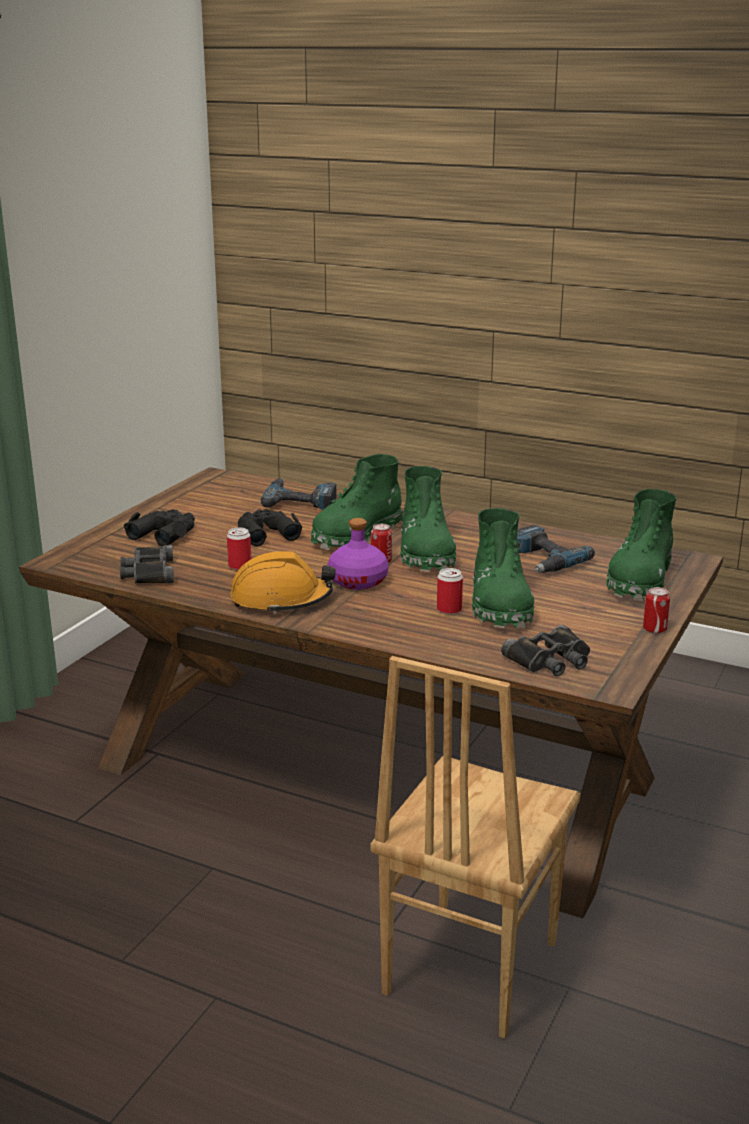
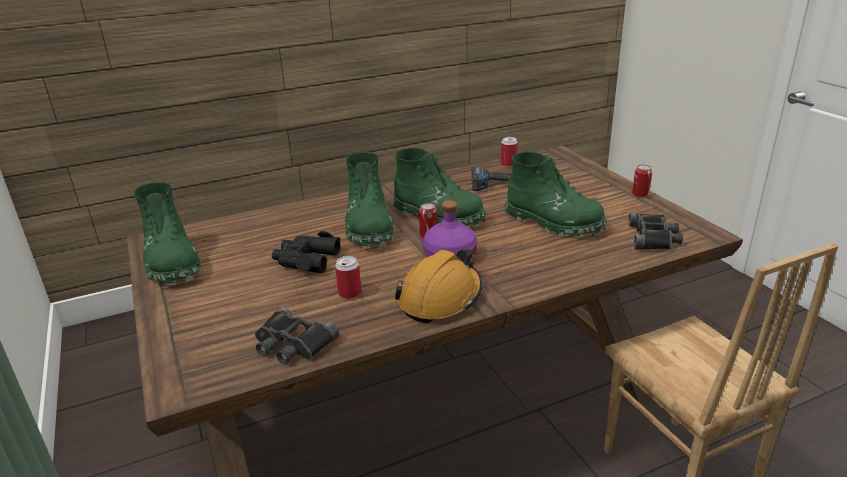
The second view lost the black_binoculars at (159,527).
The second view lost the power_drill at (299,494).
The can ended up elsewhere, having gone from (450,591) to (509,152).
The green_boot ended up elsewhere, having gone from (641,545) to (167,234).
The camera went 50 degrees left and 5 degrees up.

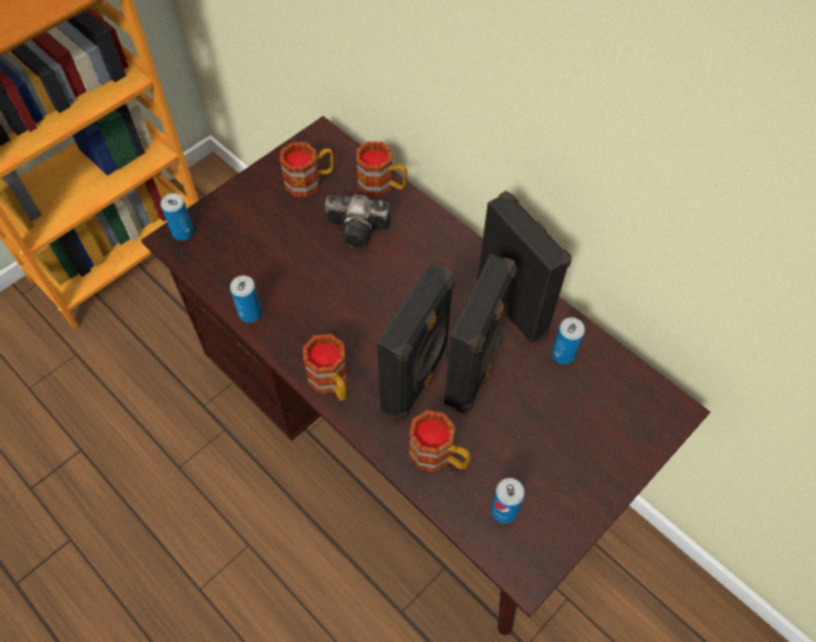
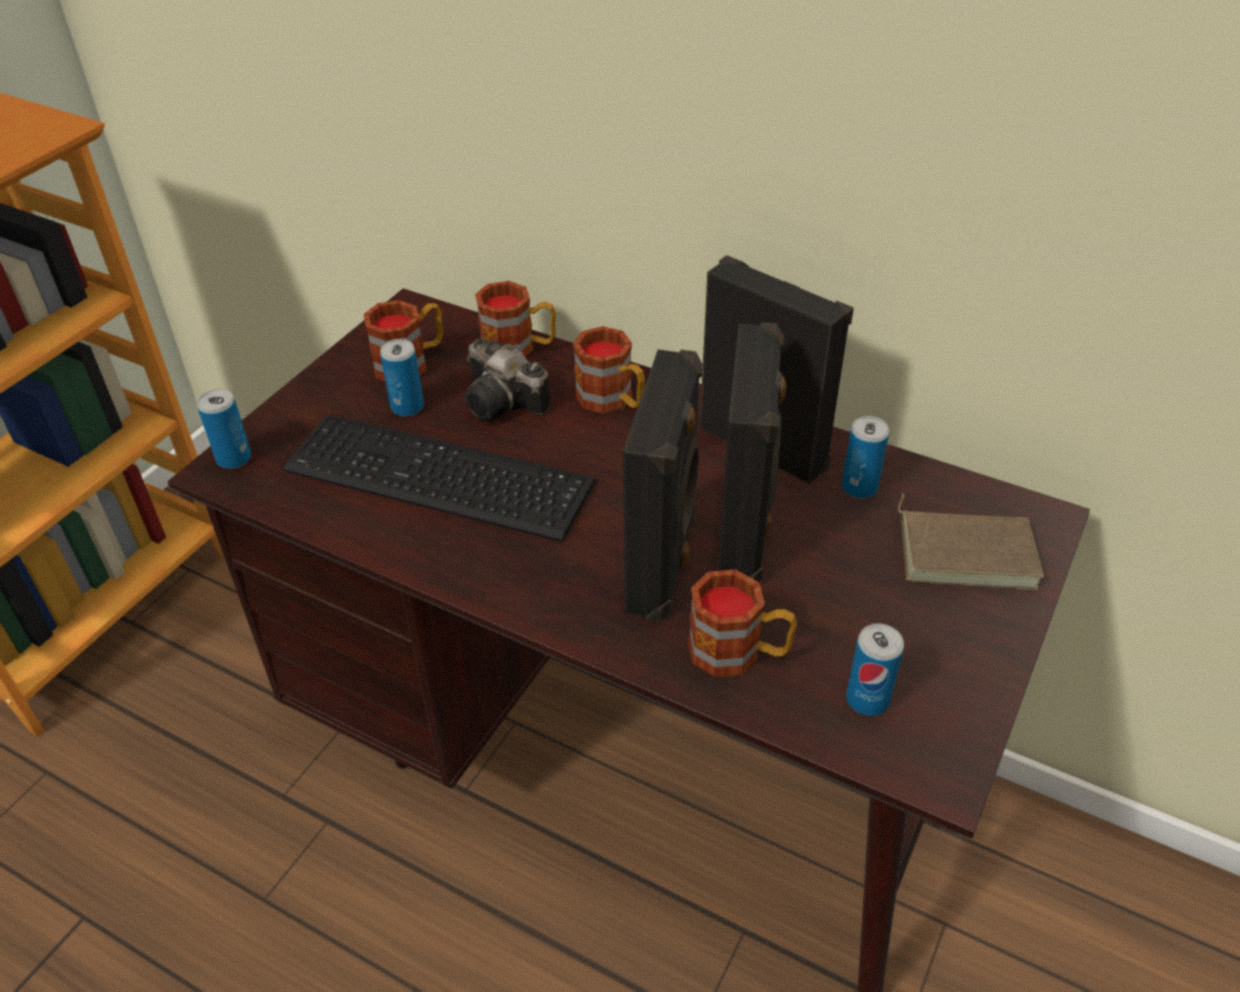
The second view gained the keyboard at (440,478).
The second view gained the brown_book at (971,541).
The can ended up elsewhere, having gone from (246,299) to (402,378).
The mug ended up elsewhere, having gone from (325,367) to (609,369).
The photo_camera at (357,221) ended up facing another way, 45 degrees clockwise from before.
The camera went 15 degrees left and 15 degrees down.

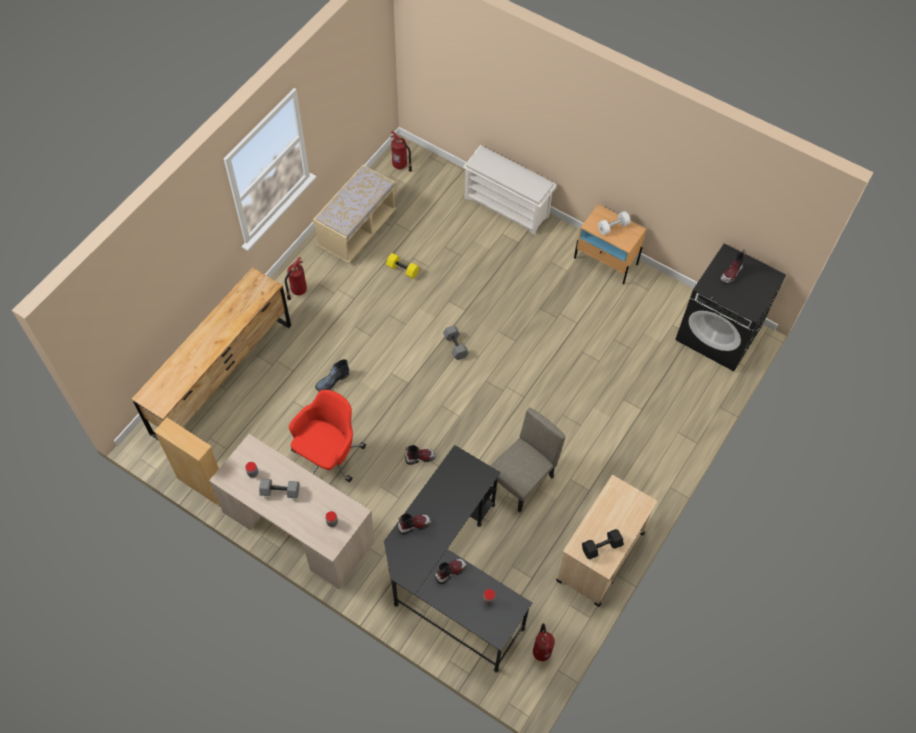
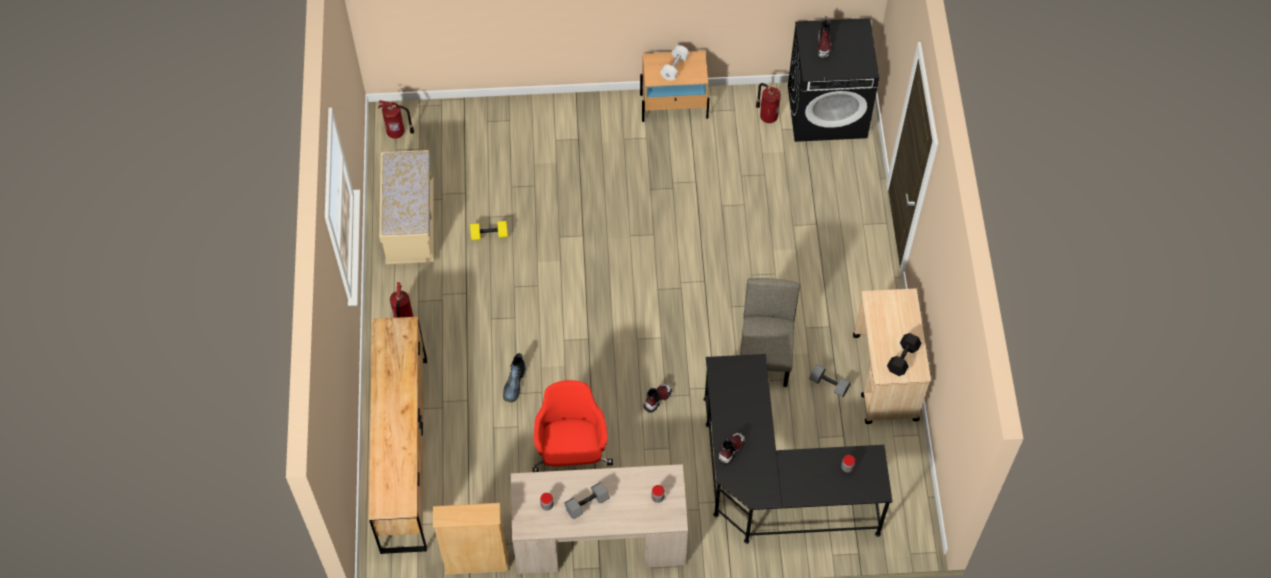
The second view lost the boot at (451,571).
The second view lost the white_shoe_rack at (510,190).
The grey_dumbbell ended up elsewhere, having gone from (456,342) to (830,380).
The fire_extinguisher ended up elsewhere, having gone from (544,642) to (768,103).
The camera went 35 degrees left and 0 degrees up.

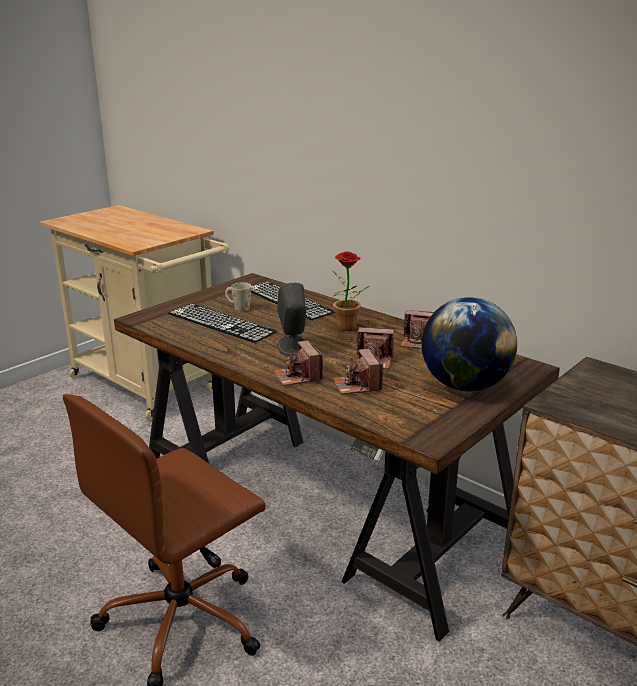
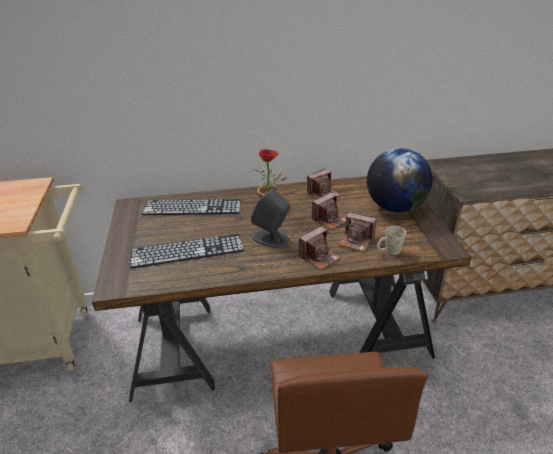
The white_mug ended up elsewhere, having gone from (238,296) to (391,240).
The photo_camera at (298,363) ended up facing another way, 60 degrees counterclockwise from before.
The camera went 50 degrees left and 10 degrees up.

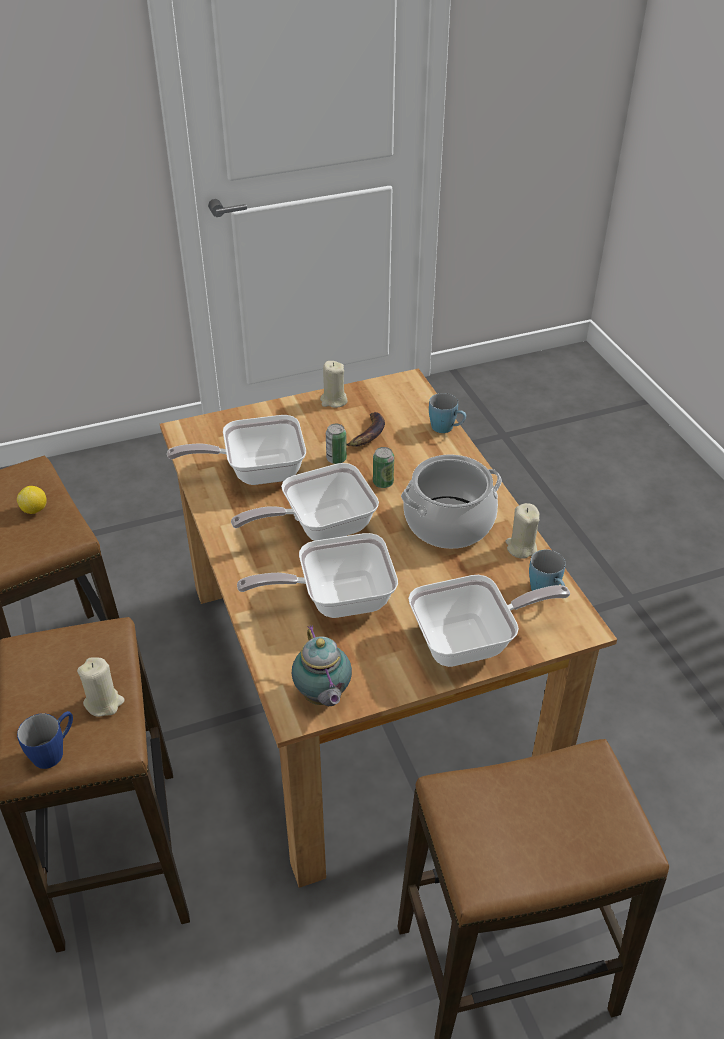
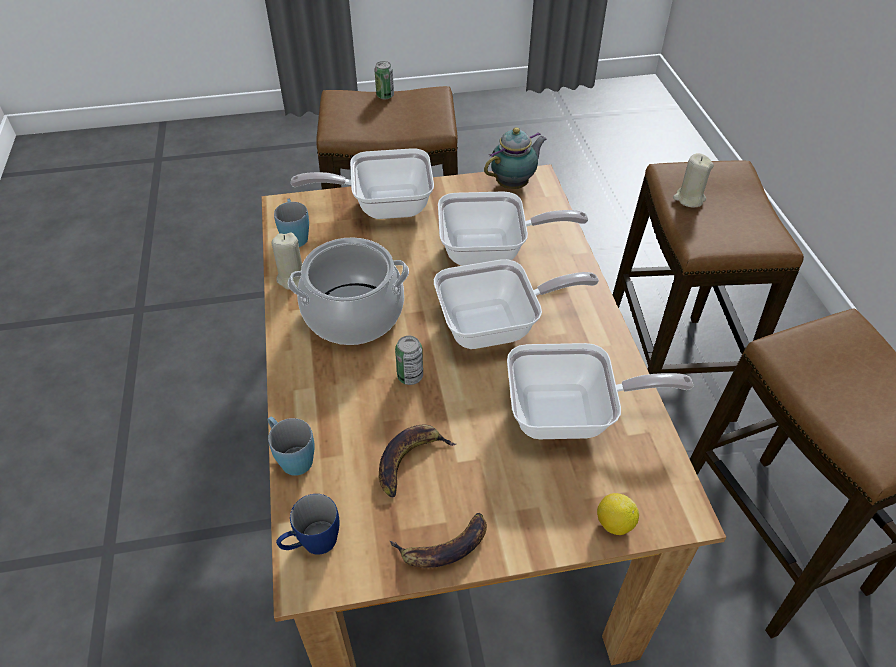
The lemon ended up elsewhere, having gone from (32,500) to (618,514).
The blue_mug ended up elsewhere, having gone from (45,740) to (308,524).
The can ended up elsewhere, having gone from (336,444) to (384,80).
Where the beige_candle stood at (334,384), the banana came to stand at (438,540).
The teapot at (322,665) ended up facing another way, 60 degrees clockwise from before.
The camera went 170 degrees left and 5 degrees up.

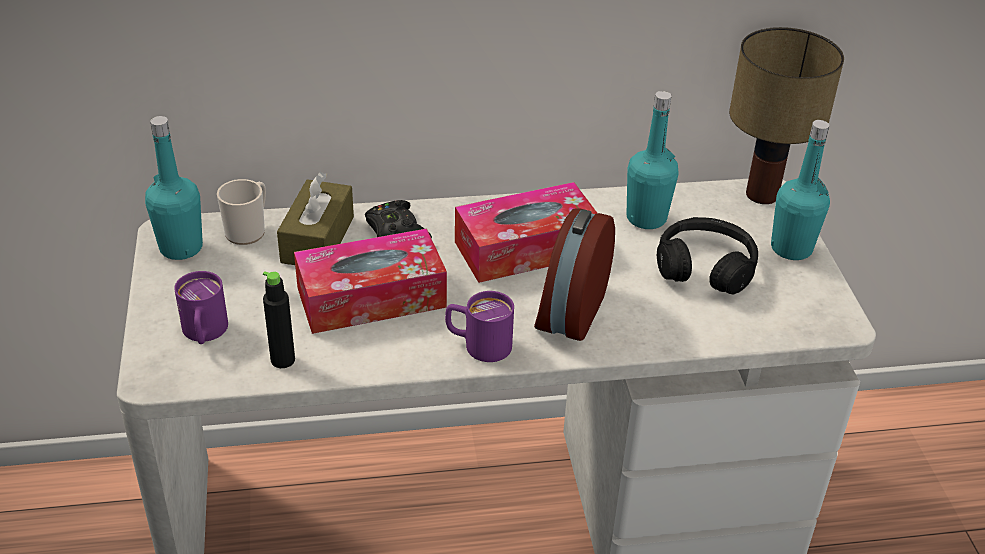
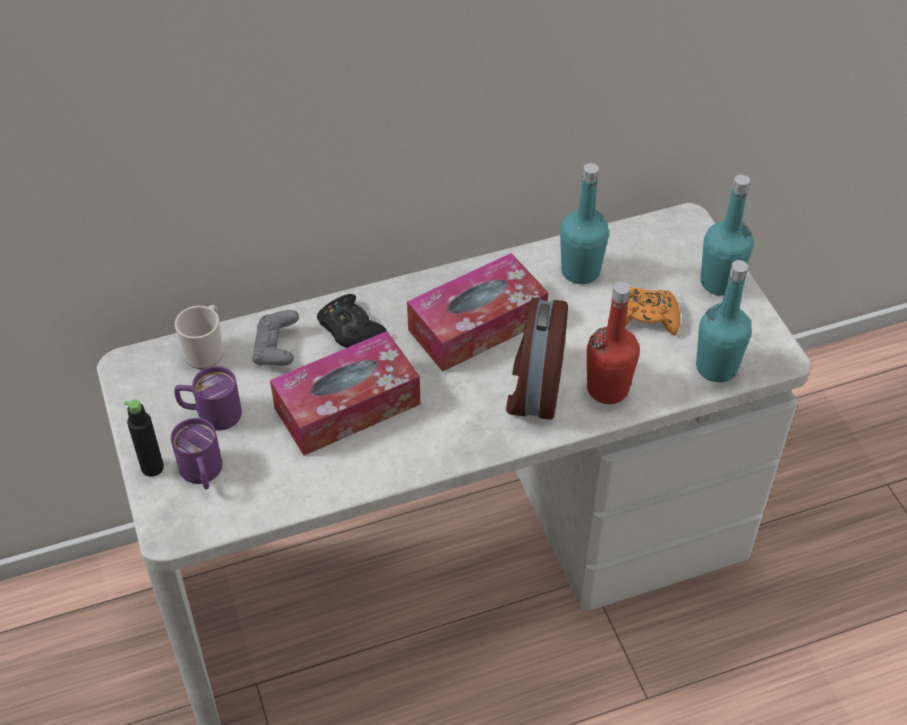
The second view lost the table_lamp at (786,115).
The second view gained the red_bottle at (613,343).
The turquoise_bottle ended up elsewhere, having gone from (174,188) to (724,321).
The black_bottle ended up elsewhere, having gone from (279,319) to (144,438).
The purple_mug ended up elsewhere, having gone from (479,326) to (208,398).
Where the brown_tissue_box stood at (315,218), the grey_game_controller came to stand at (275,337).
Where the black_headphones stood at (707,255), the orange_game_controller came to stand at (653,311).
The camera went 10 degrees left and 10 degrees up.

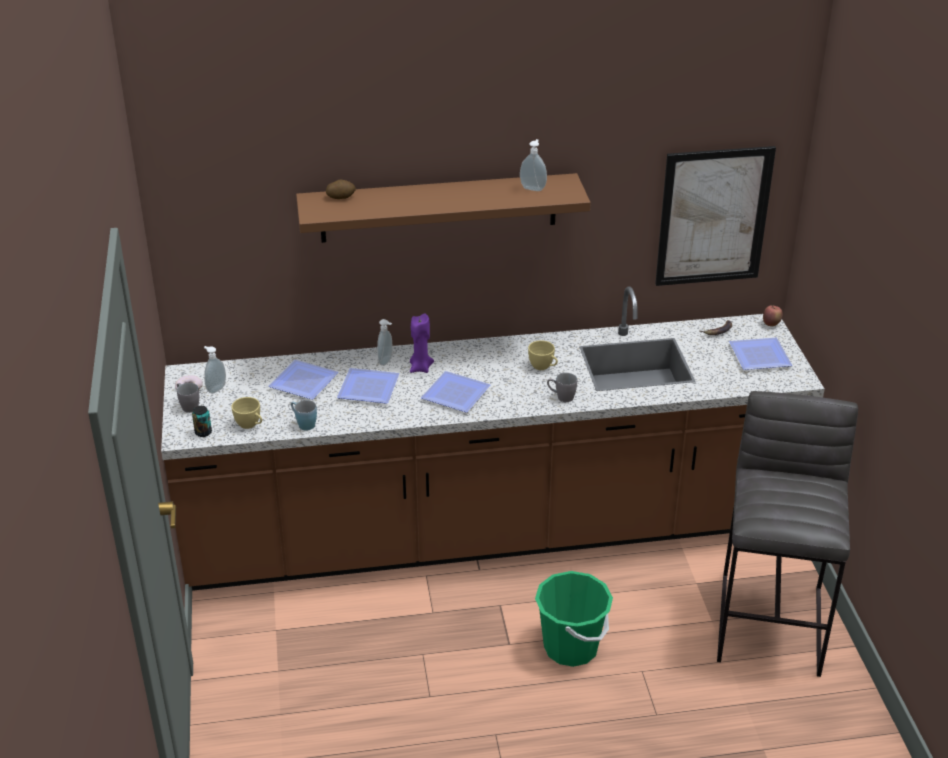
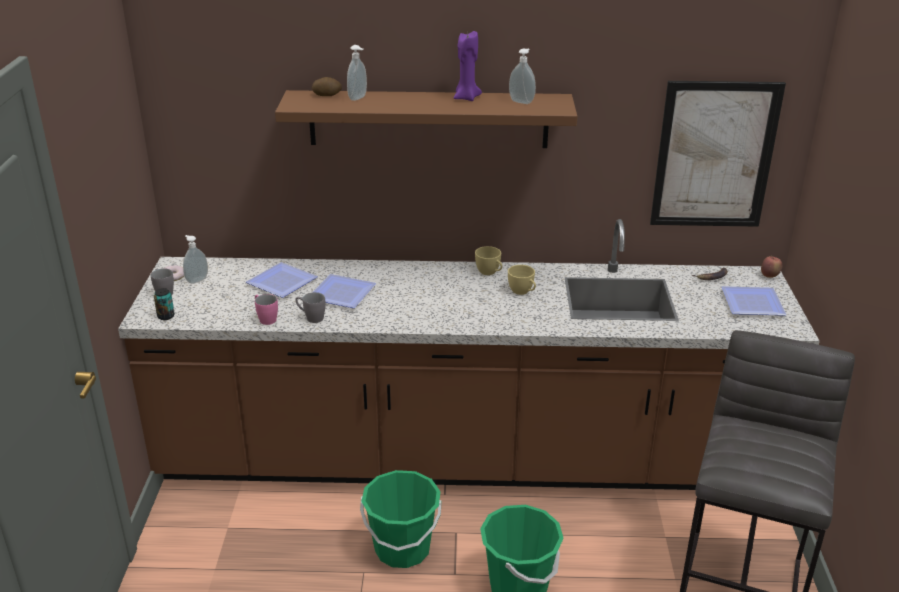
The second view lost the plate at (455,391).
The second view gained the green_bucket at (401,519).
The yellow_cup ended up elsewhere, having gone from (246,413) to (488,260).
The soap_dispenser ended up elsewhere, having gone from (384,342) to (357,73).
The purple_candle ended up elsewhere, having gone from (422,343) to (468,66).
The grey_mug ended up elsewhere, having gone from (562,387) to (310,307).
What was the blue_mug at (304,415) turned into the pink_mug at (266,309).
The camera went 10 degrees right and 5 degrees down.

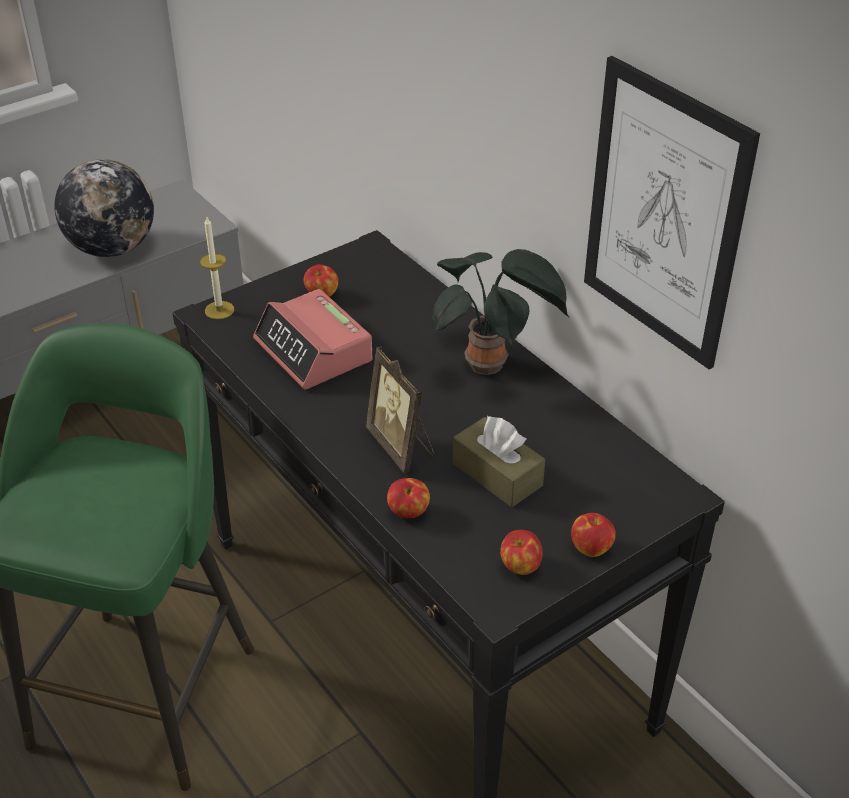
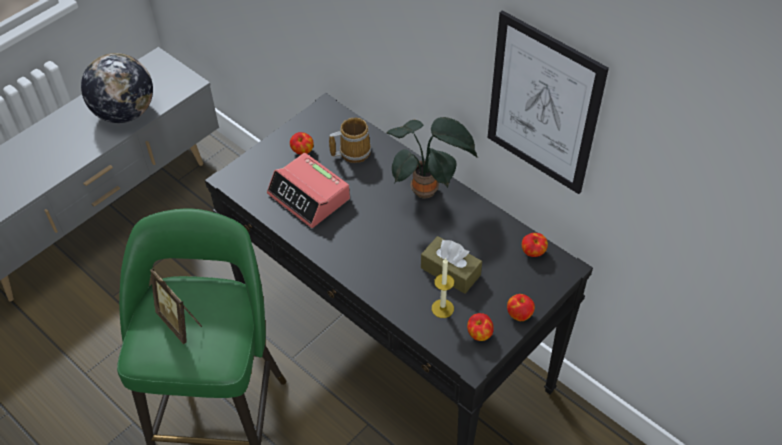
The second view gained the mug at (350,140).
The candle ended up elsewhere, having gone from (217,268) to (443,288).
The picture_frame ended up elsewhere, having gone from (400,410) to (176,306).
The apple ended up elsewhere, having gone from (408,498) to (535,245).
The camera went 10 degrees left and 10 degrees up.

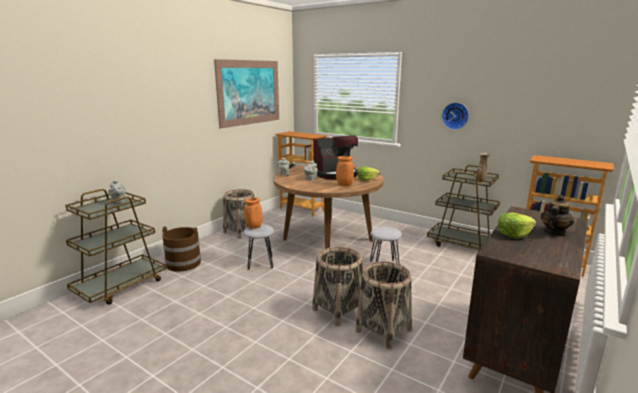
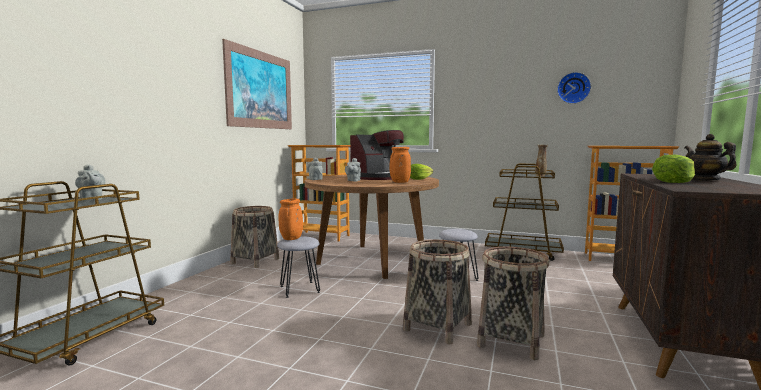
The second view lost the brown_bucket at (181,249).
The wall_clock ended up elsewhere, having gone from (455,116) to (574,88).
The teapot at (557,215) ended up facing another way, 45 degrees counterclockwise from before.
The camera went 15 degrees left and 10 degrees down.

